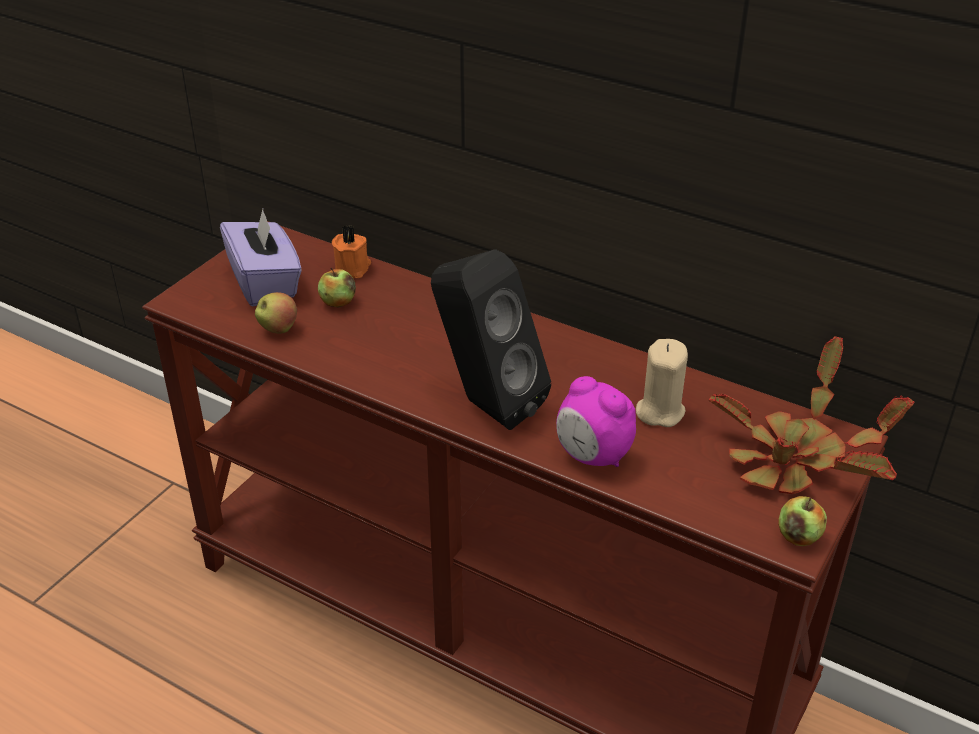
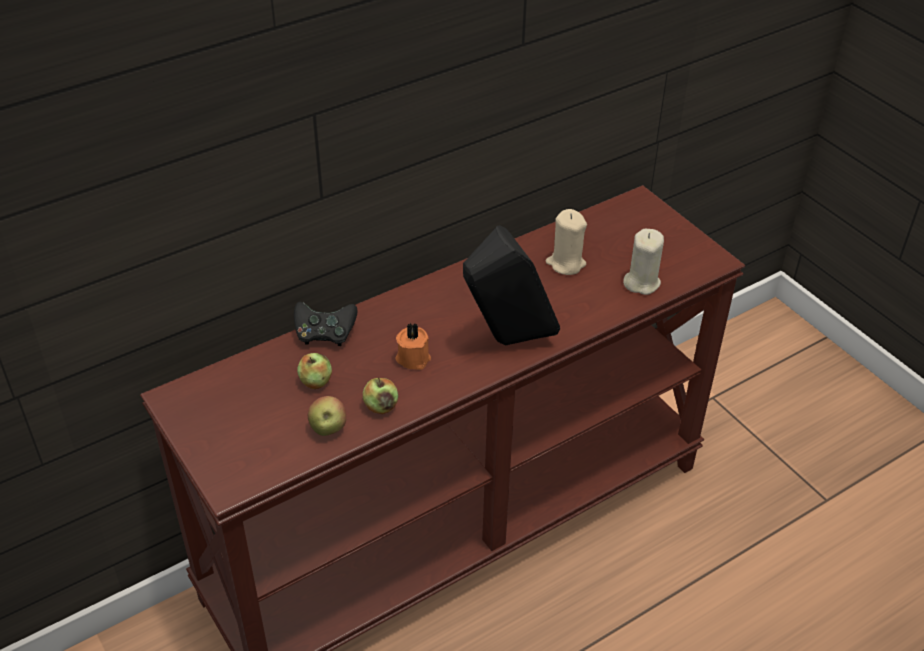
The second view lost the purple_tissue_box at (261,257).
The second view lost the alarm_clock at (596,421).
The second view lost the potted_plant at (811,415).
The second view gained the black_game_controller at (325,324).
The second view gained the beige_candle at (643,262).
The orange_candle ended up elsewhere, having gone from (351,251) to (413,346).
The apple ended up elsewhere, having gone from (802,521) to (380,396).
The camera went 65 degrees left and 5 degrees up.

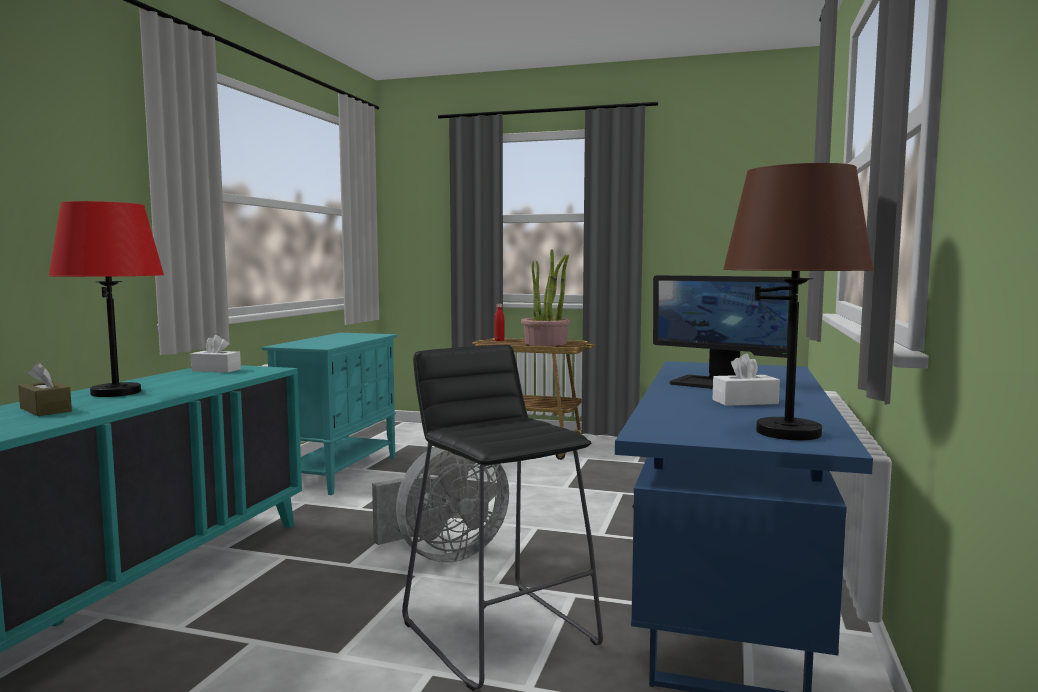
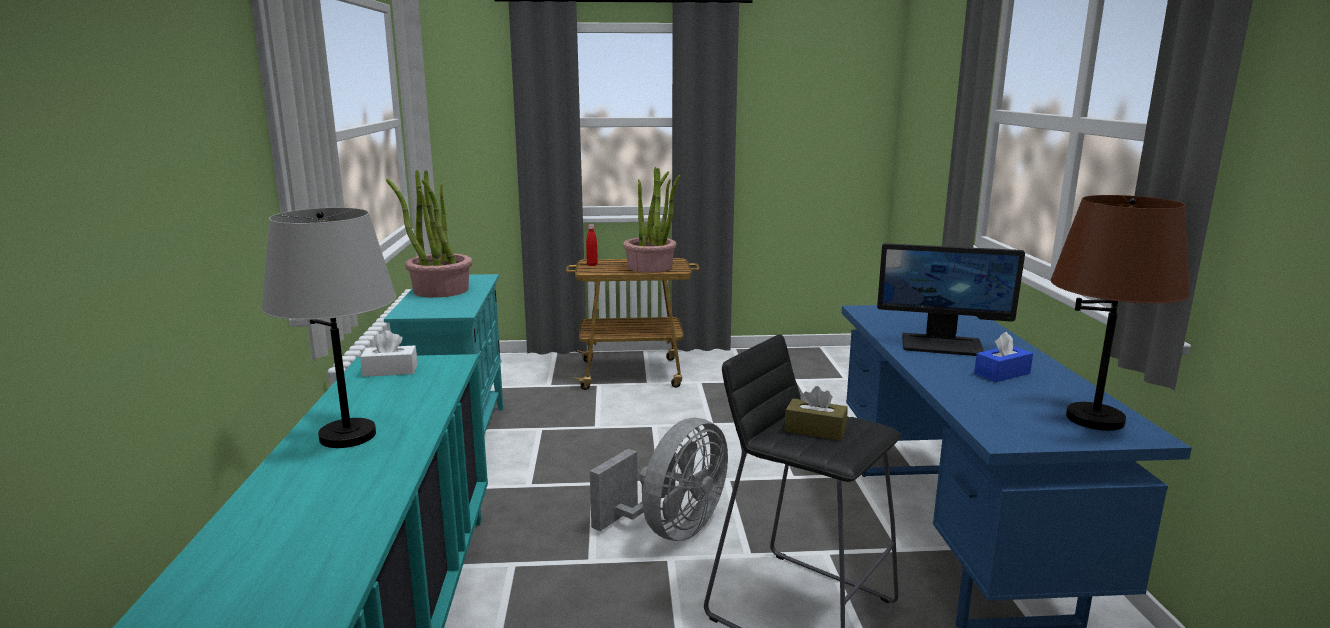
The second view gained the potted_plant at (429,234).
The brown_tissue_box ended up elsewhere, having gone from (45,389) to (816,413).
What was the red_table_lamp at (106,299) turned into the grey_table_lamp at (329,328).
What was the white_tissue_box at (746,380) turned into the blue_tissue_box at (1003,357).
The camera went 20 degrees left and 10 degrees up.

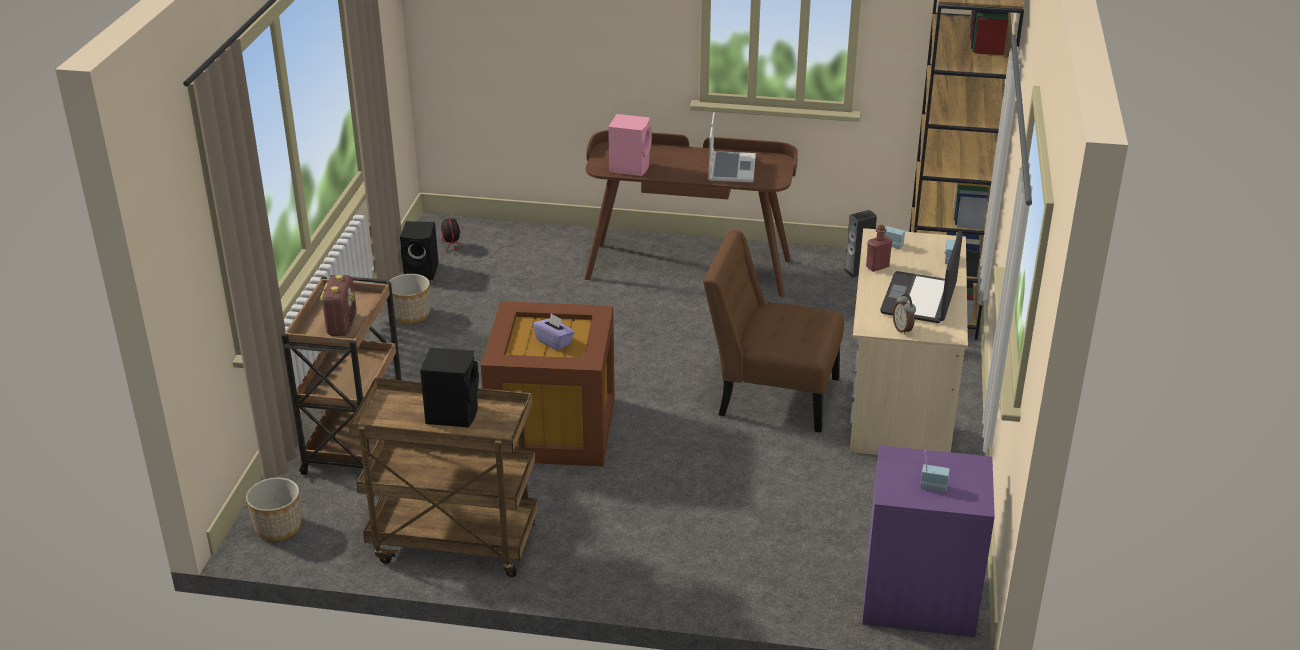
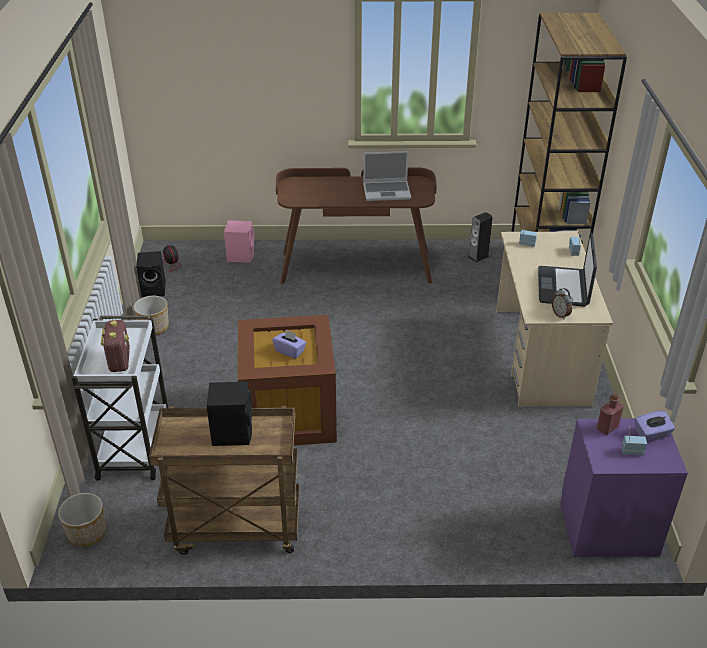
The second view lost the brown_chair at (773,331).
The second view gained the purple_tissue_box at (655,426).
The pink_speaker ended up elsewhere, having gone from (630,145) to (239,241).
The red_bottle ended up elsewhere, having gone from (879,248) to (610,414).
What was the brown_cart at (341,375) turned into the white_cart at (120,398).
The laptop at (732,147) ended up facing another way, 90 degrees clockwise from before.
The camera went 10 degrees left and 5 degrees up.

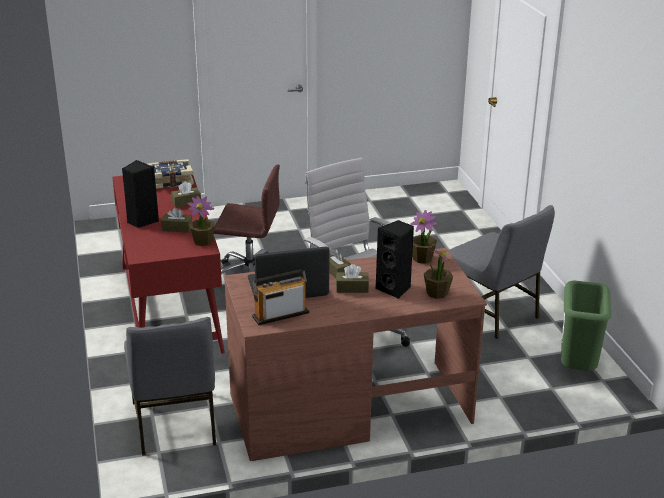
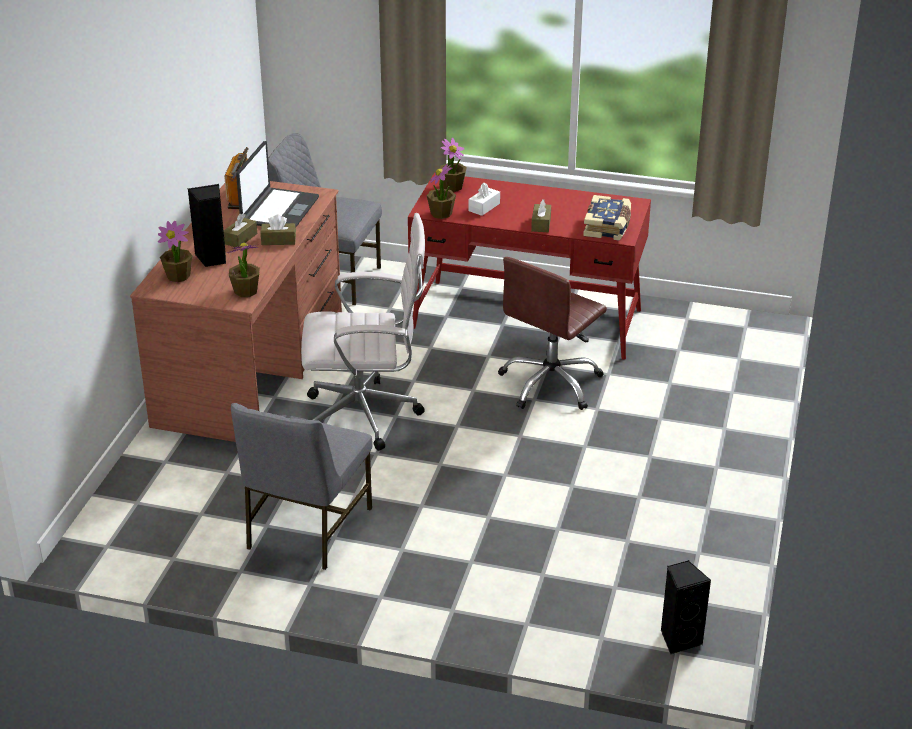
The second view lost the green_trash_can at (586,325).
The second view gained the potted_plant at (453,164).
The black_speaker ended up elsewhere, having gone from (140,194) to (686,607).
What was the brown_tissue_box at (176,220) turned into the white_tissue_box at (484,199).
The grey_chair at (501,272) ended up facing another way, 60 degrees counterclockwise from before.
The camera went 120 degrees right and 5 degrees up.

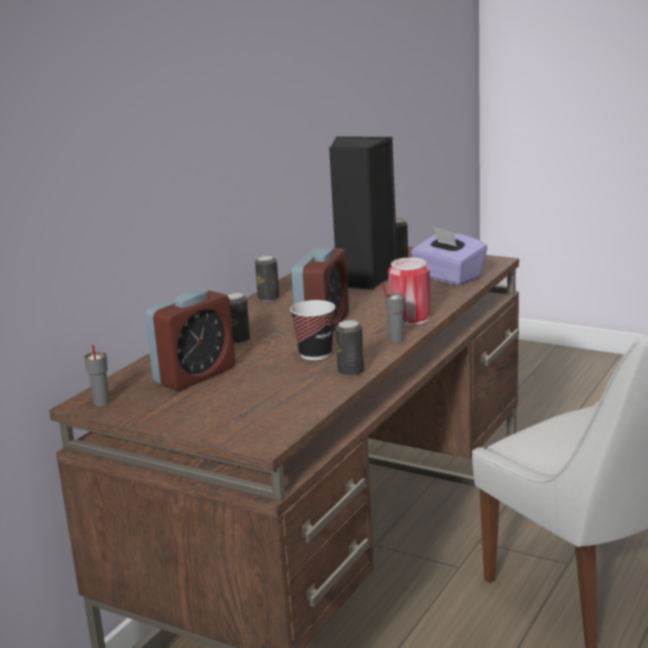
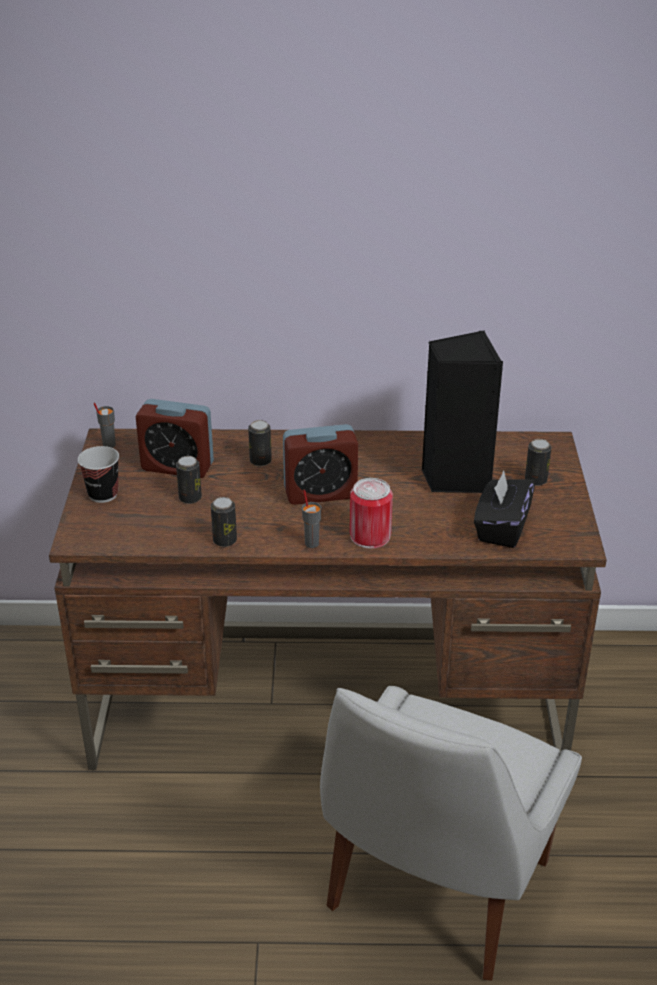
The can ended up elsewhere, having gone from (267,278) to (189,480).
The cup ended up elsewhere, having gone from (312,330) to (98,474).
What was the purple_tissue_box at (449,256) turned into the black_tissue_box at (504,509).
The camera went 60 degrees right and 15 degrees up.

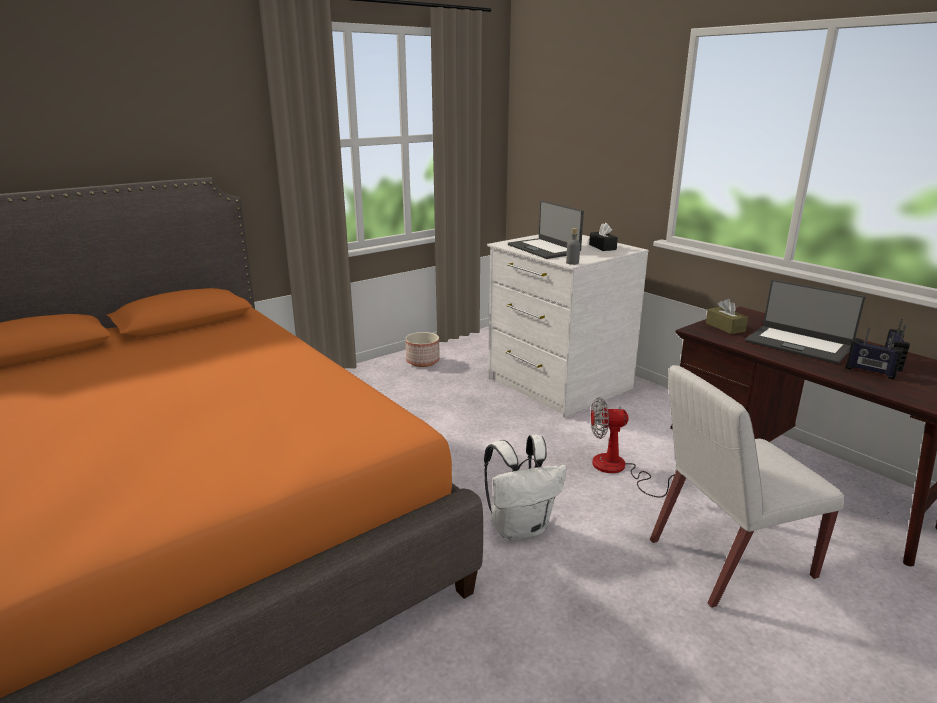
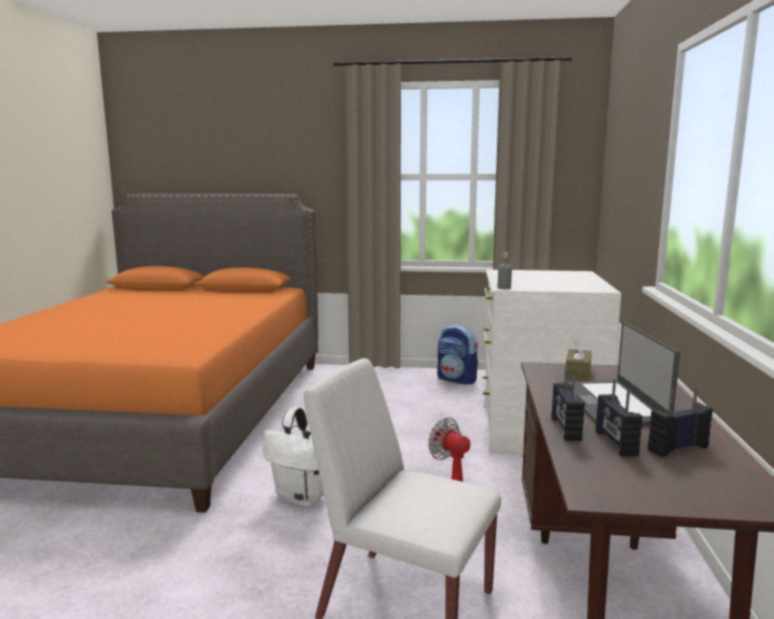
The second view lost the laptop at (546,229).
The second view lost the black_tissue_box at (603,237).
The second view gained the radio at (568,404).
Where the planter stood at (422,349), the backpack came to stand at (457,355).
The camera went 45 degrees right and 10 degrees down.

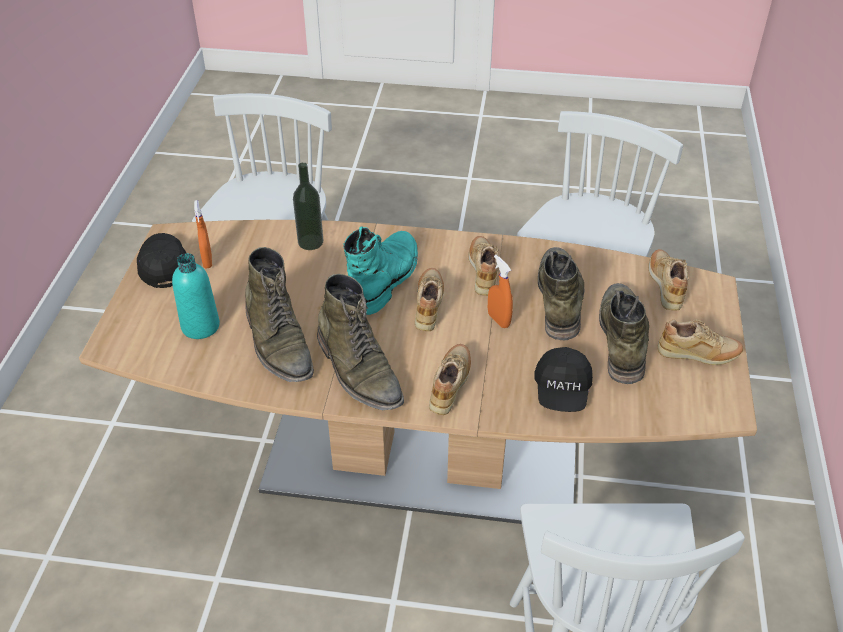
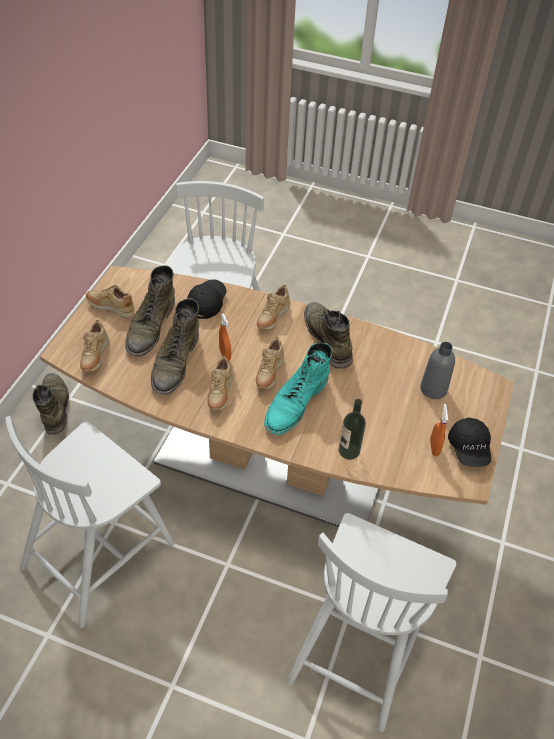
The green_boot ended up elsewhere, having gone from (279,314) to (50,404).
What was the turquoise_bottle at (196,296) turned into the grey_bottle at (437,370).
The camera went 170 degrees left and 5 degrees up.

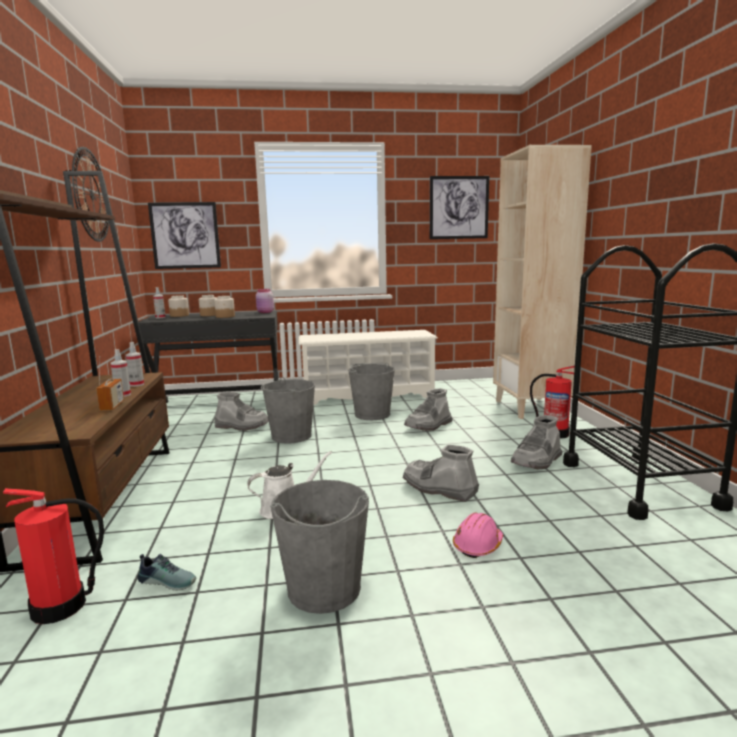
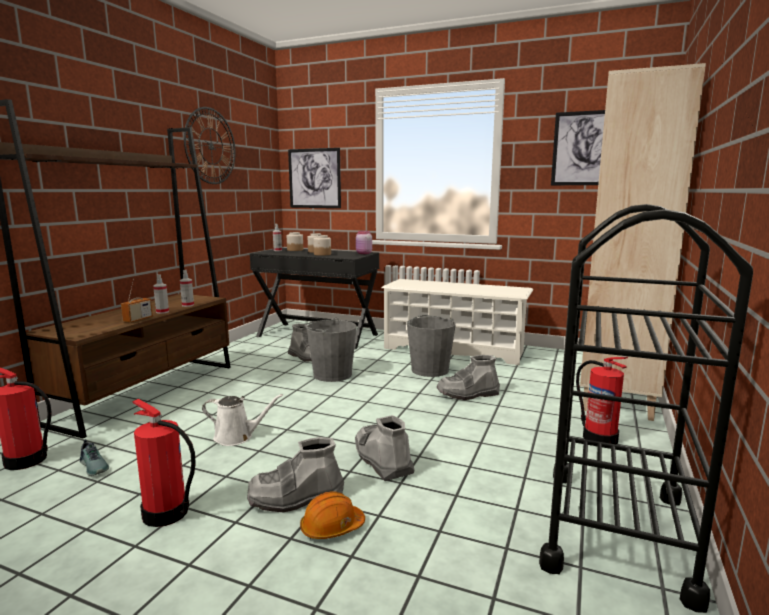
The grey_boot ended up elsewhere, having gone from (536,442) to (295,474).
Where the grey_bucket stood at (319,547), the fire_extinguisher came to stand at (164,462).
What was the pink_hard_hat at (478,535) turned into the orange_hard_hat at (332,515).
The camera went 30 degrees right and 0 degrees up.

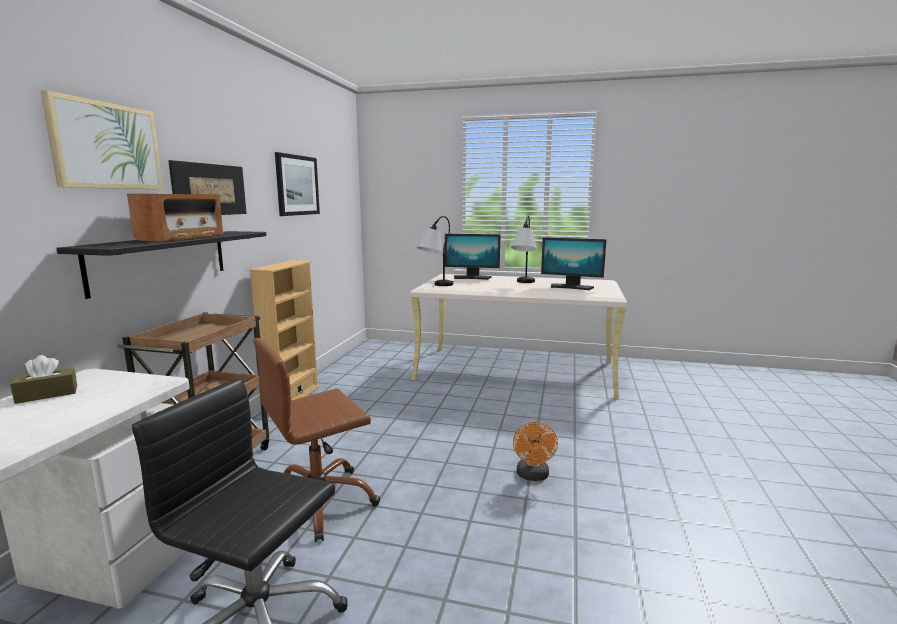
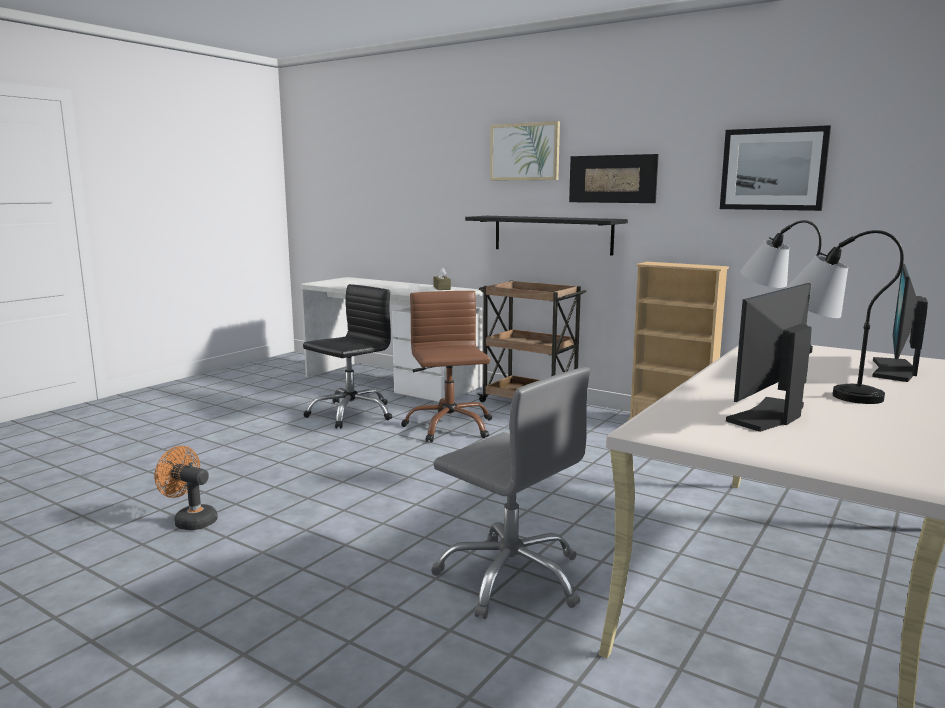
The second view lost the radio at (175,217).
The second view gained the grey_office_chair at (510,493).
The orange_fan ended up elsewhere, having gone from (535,451) to (186,488).
The camera went 110 degrees right and 0 degrees up.

